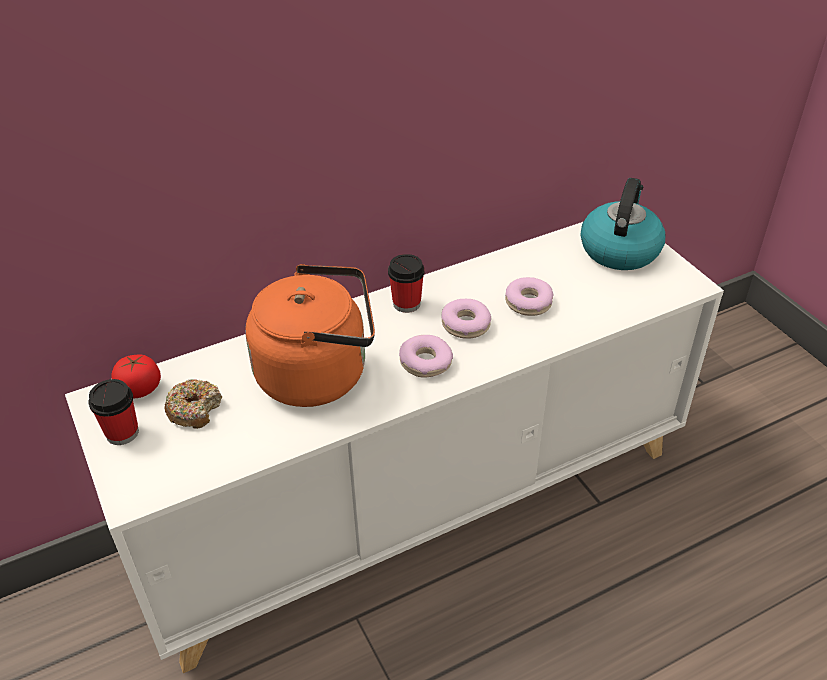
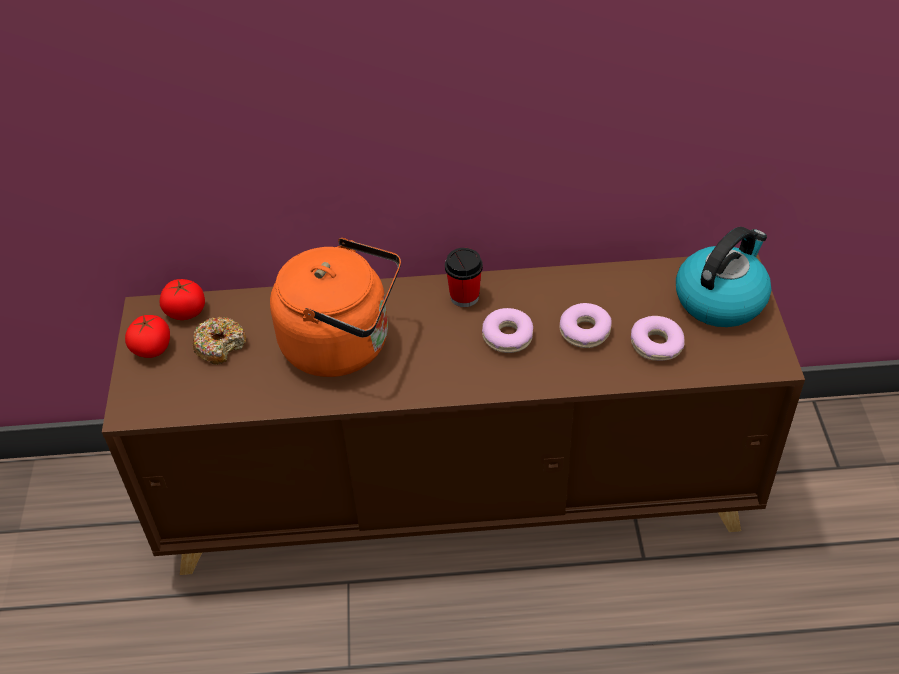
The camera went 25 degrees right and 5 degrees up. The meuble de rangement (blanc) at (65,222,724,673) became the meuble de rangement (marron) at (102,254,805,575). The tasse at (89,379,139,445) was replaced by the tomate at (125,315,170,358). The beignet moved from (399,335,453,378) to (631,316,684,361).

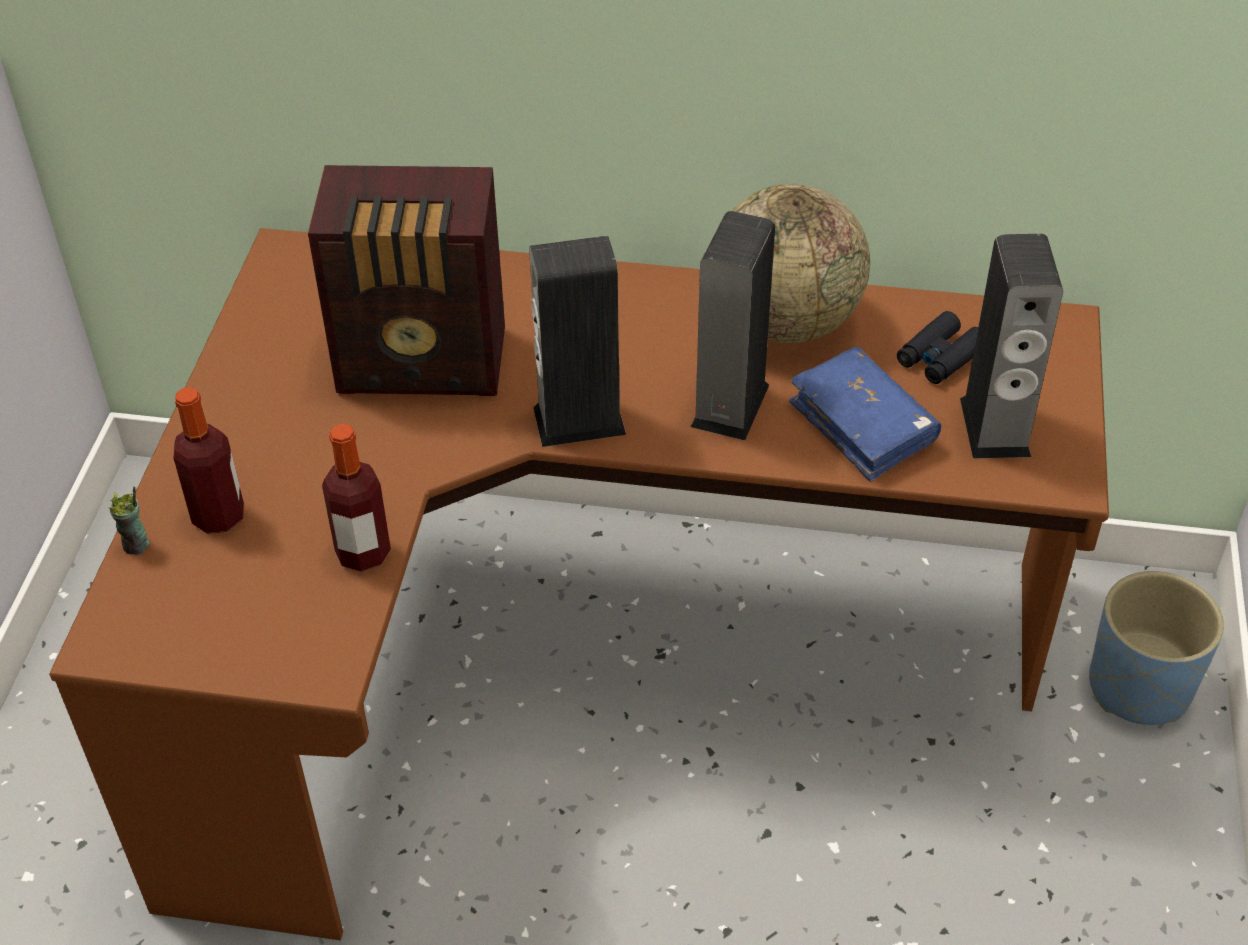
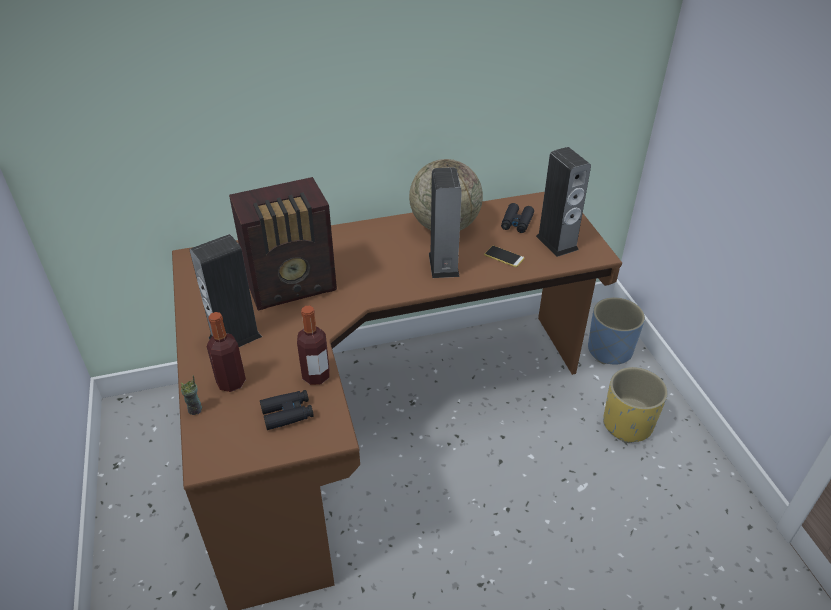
The camera went 25 degrees left and 5 degrees down. The enceinte moved from (529,236,626,447) to (189,234,262,347). The jumelles (noir) at (260,390,314,430) appeared. The livre (bleu) at (789,347,941,481) was replaced by the téléphone at (484,246,525,267). The cache-pot (jaune) at (603,367,668,443) appeared.

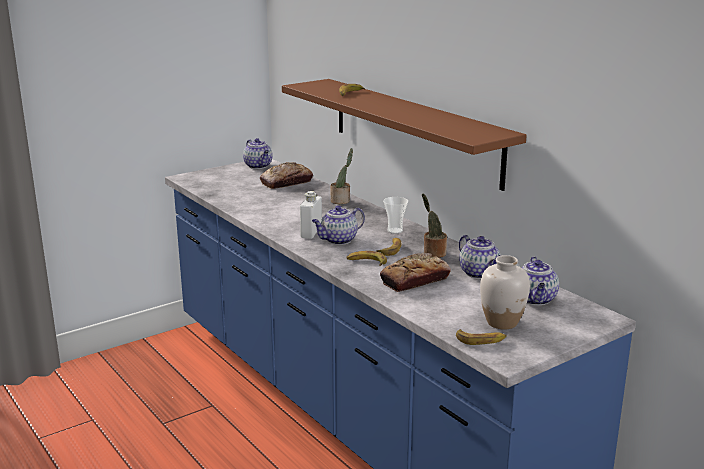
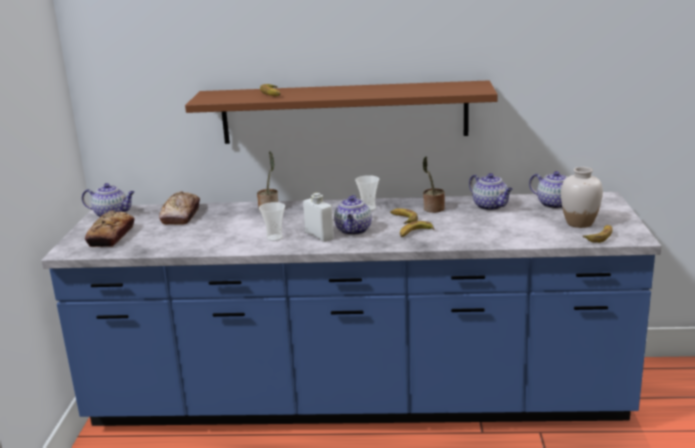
The camera went 50 degrees left and 0 degrees up. The pain moved from (380,253,451,292) to (85,210,135,247). The tasse at (259,202,285,241) appeared. The théière at (459,235,502,279) turned 45 degrees clockwise.

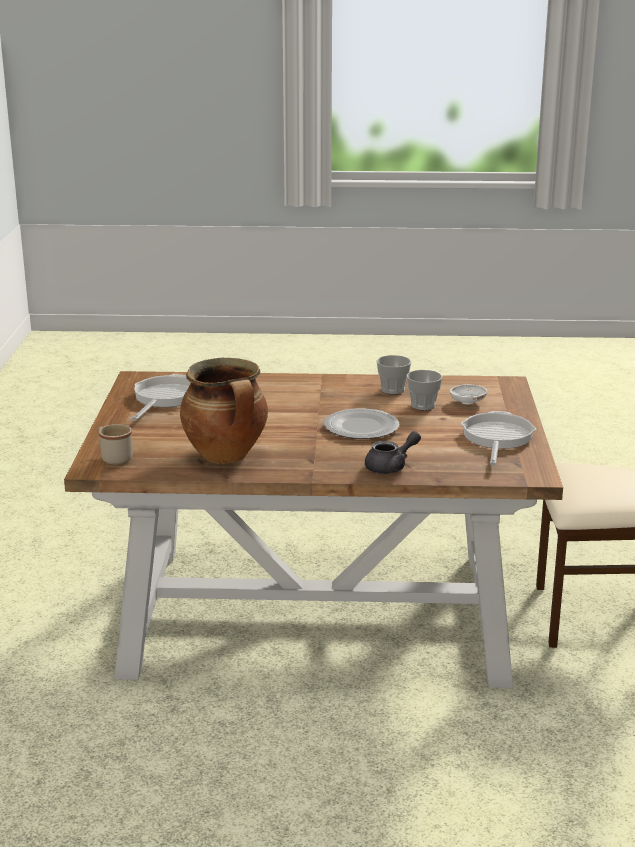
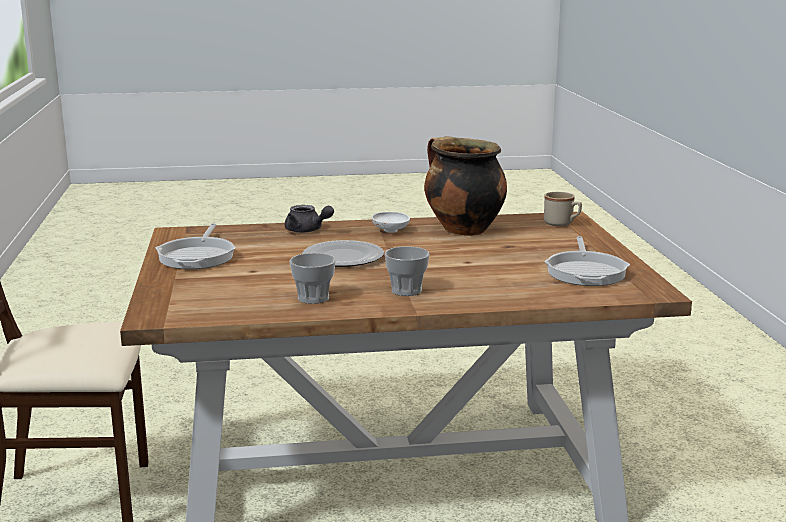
The camera went 170 degrees right and 5 degrees down. The théière (gris) at (365,431,421,474) turned 105 degrees counterclockwise. The bol (blanc) moved from (450,384,487,405) to (371,212,410,233). The tasse moved from (406,370,442,410) to (385,246,430,296).

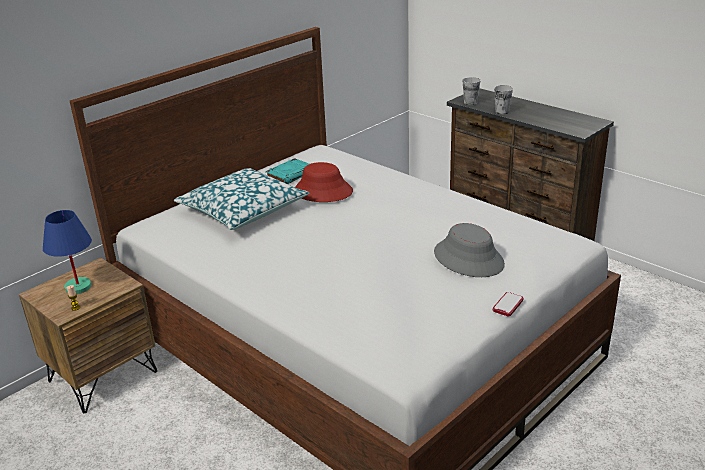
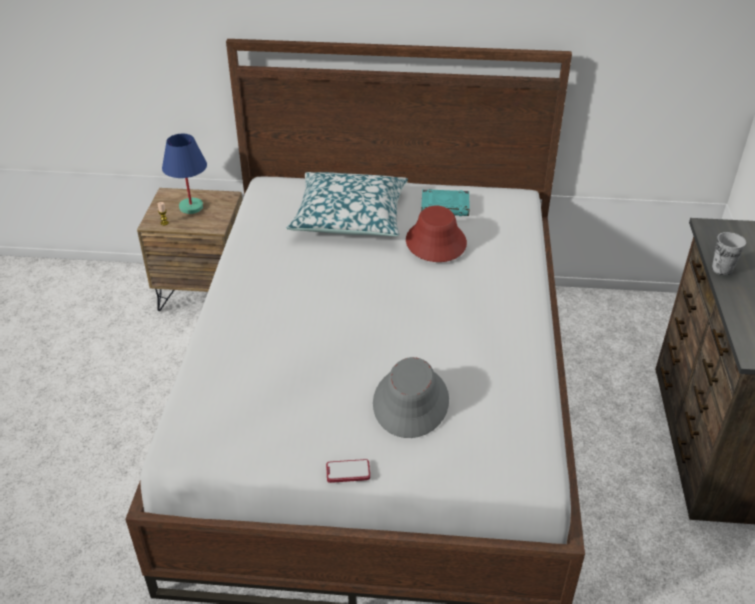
The camera went 50 degrees right and 10 degrees up. The tasse at (463,77,480,106) disappeared.

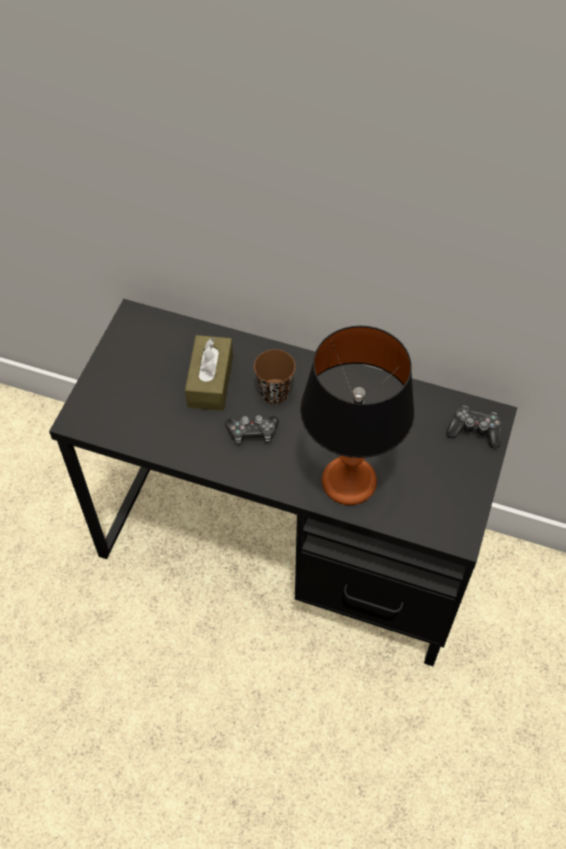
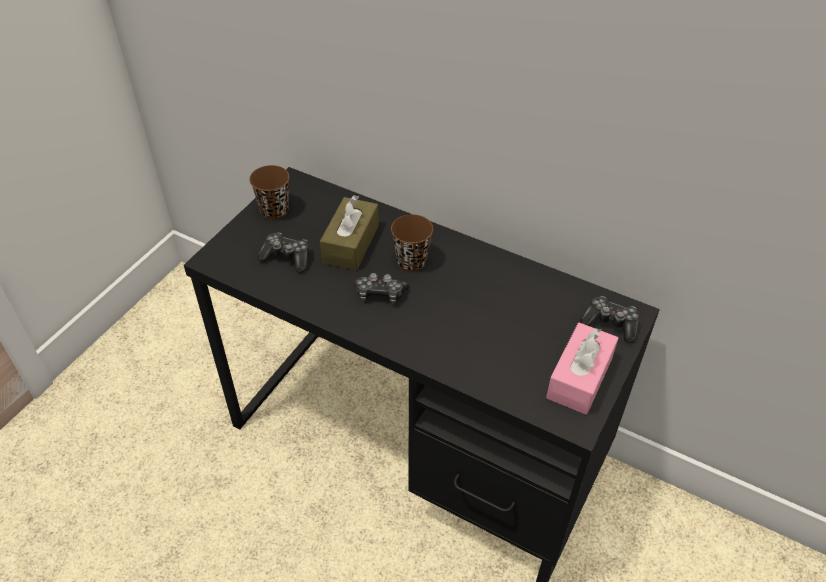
The camera went 10 degrees right and 10 degrees down. The tasse (marron) at (249,165,289,220) appeared. The manette at (257,233,309,273) appeared. The boîte à mouchoirs (rose) at (546,323,618,415) appeared. The lampe de table at (300,326,415,505) disappeared.

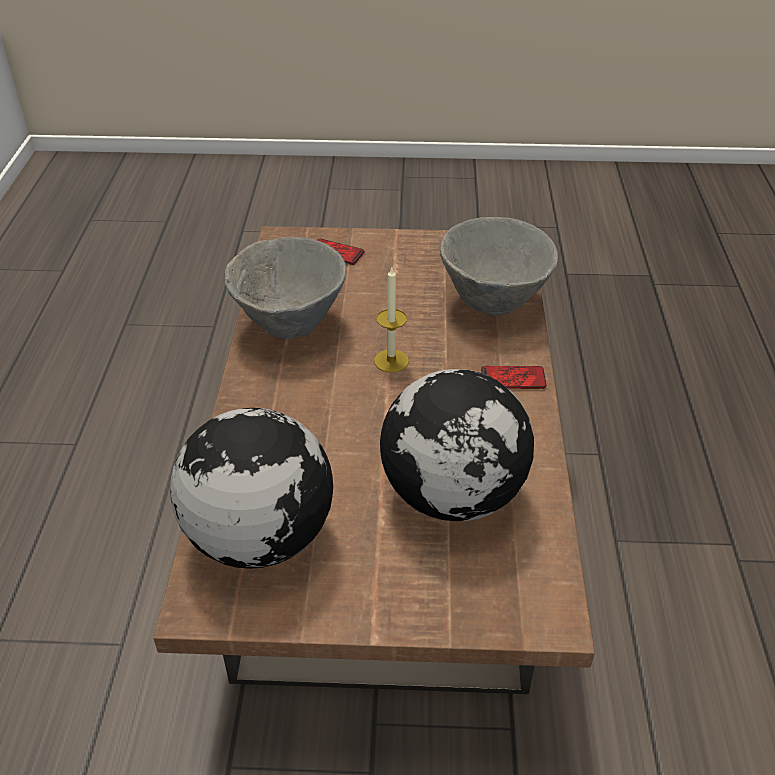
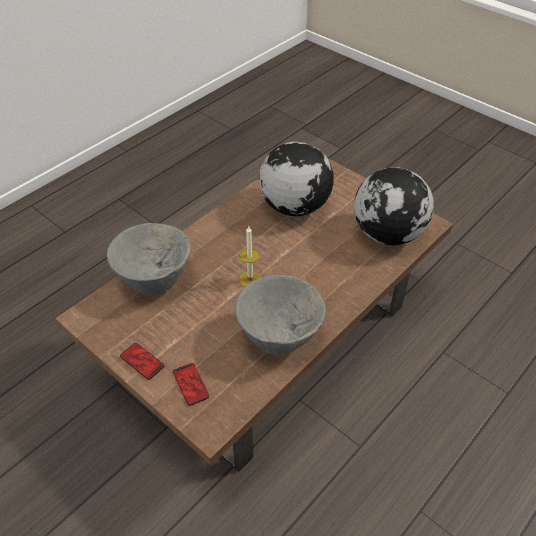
The camera went 140 degrees left and 5 degrees up. The téléphone moved from (481,366,546,389) to (120,343,165,380).

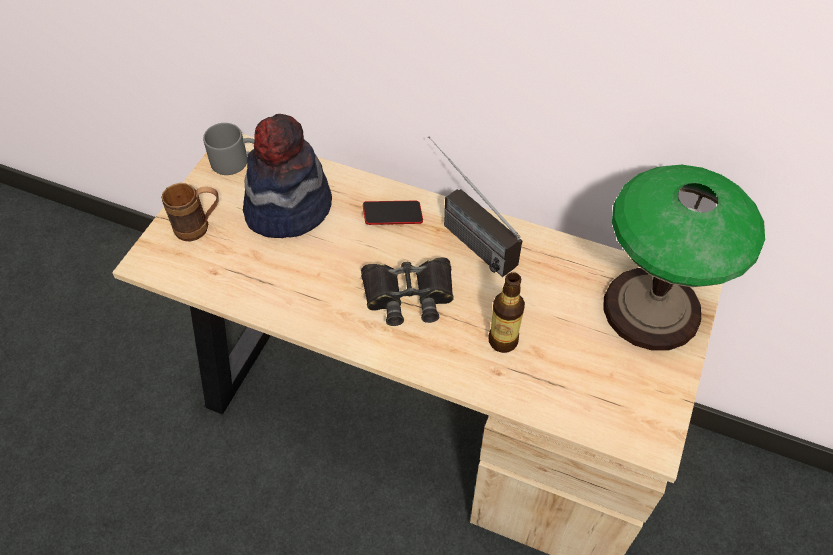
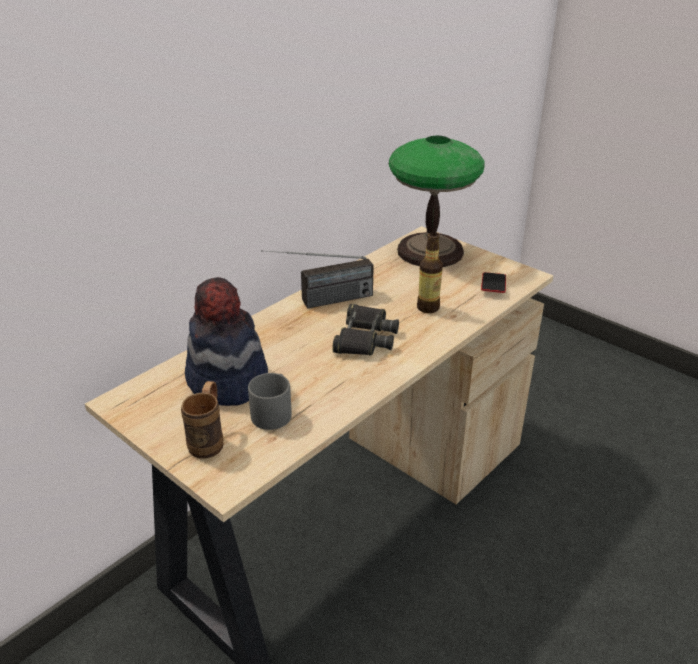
The camera went 70 degrees left and 20 degrees down. The mug (gris) moved from (203,123,254,175) to (248,373,292,430). The téléphone moved from (363,201,423,225) to (481,272,506,293).

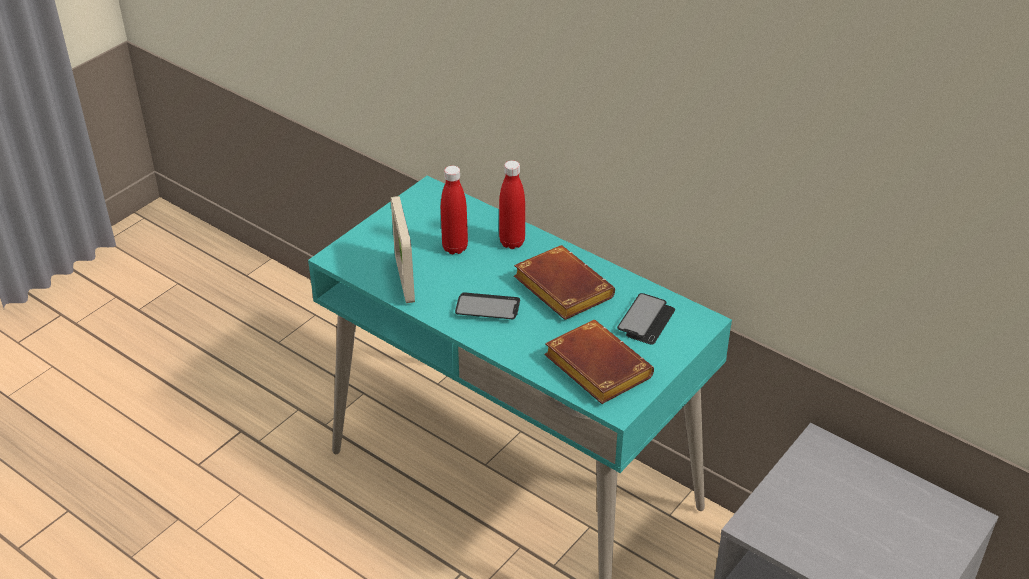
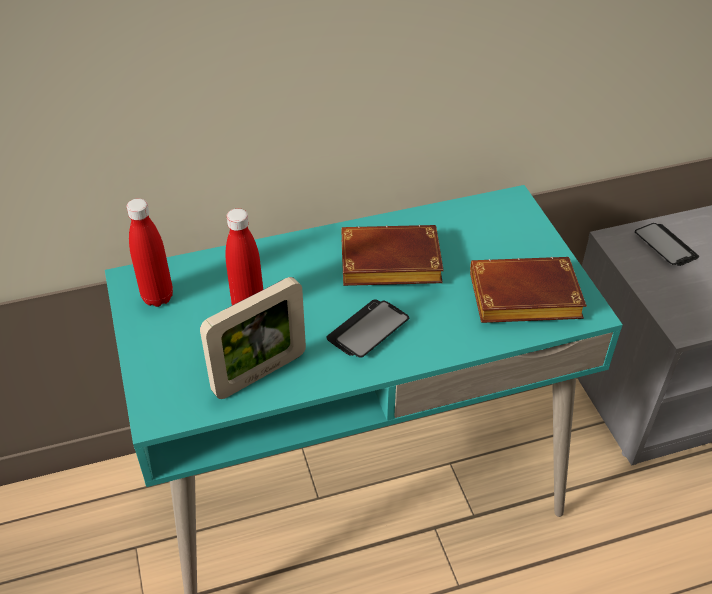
The camera went 55 degrees left and 5 degrees up. The bouteille (rouge) moved from (499,160,525,249) to (126,198,173,307). The cadre photo at (391,196,415,303) turned 60 degrees counterclockwise. The téléphone moved from (617,293,675,345) to (635,223,699,266).

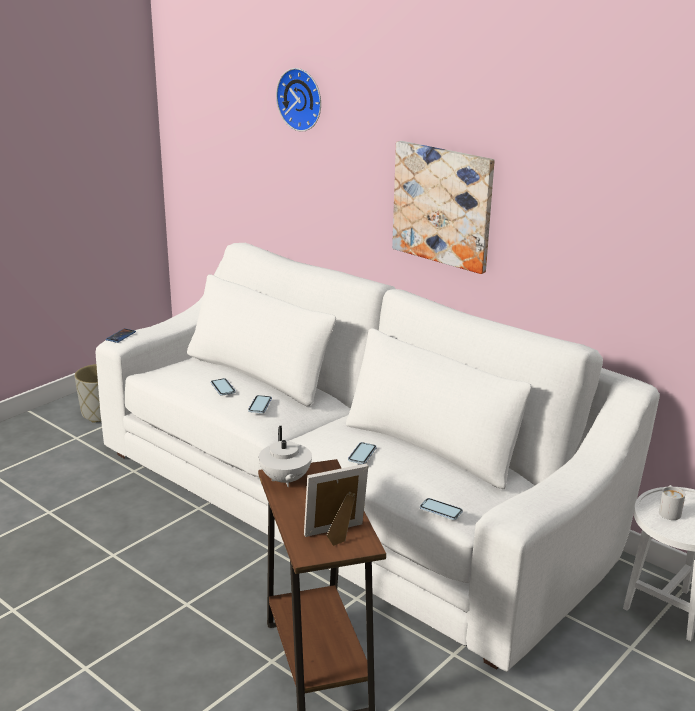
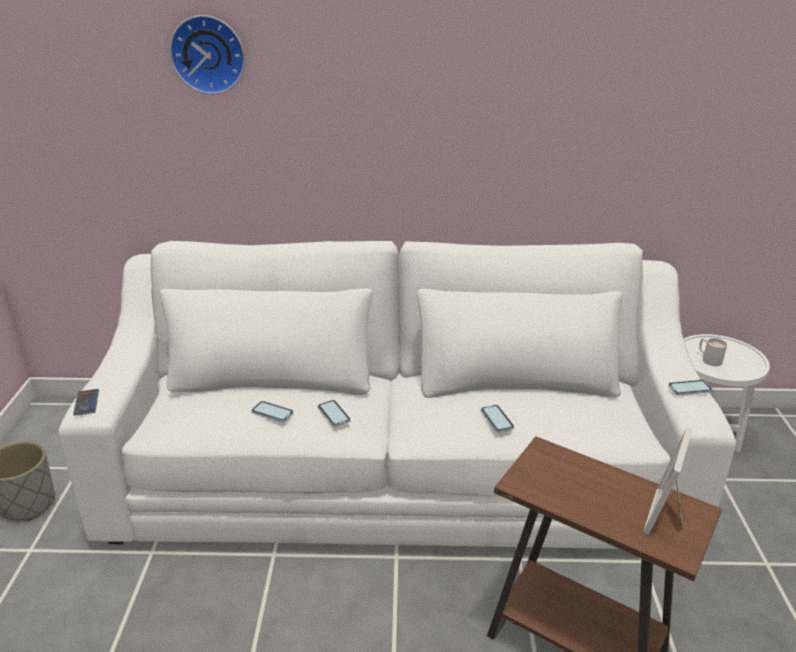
The camera went 40 degrees left and 5 degrees up. The téléphone moved from (420,498,463,520) to (668,380,712,395). The théière (blanc) at (259,426,312,487) disappeared. The tableau at (392,141,495,274) disappeared.

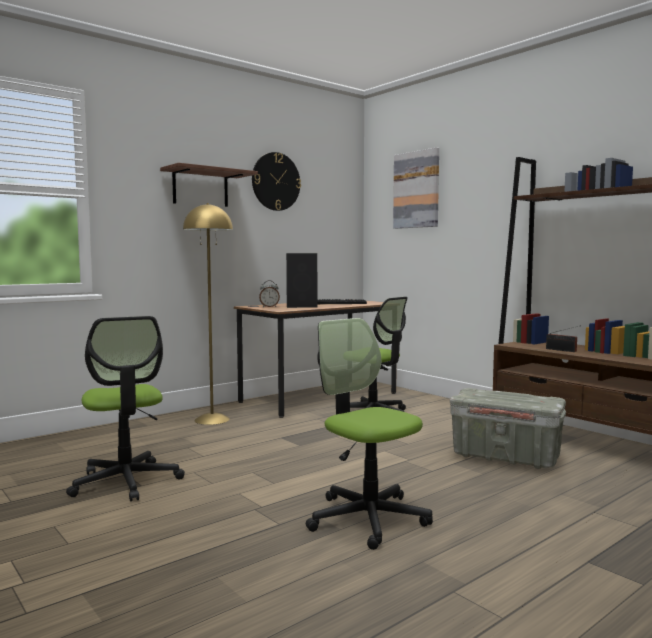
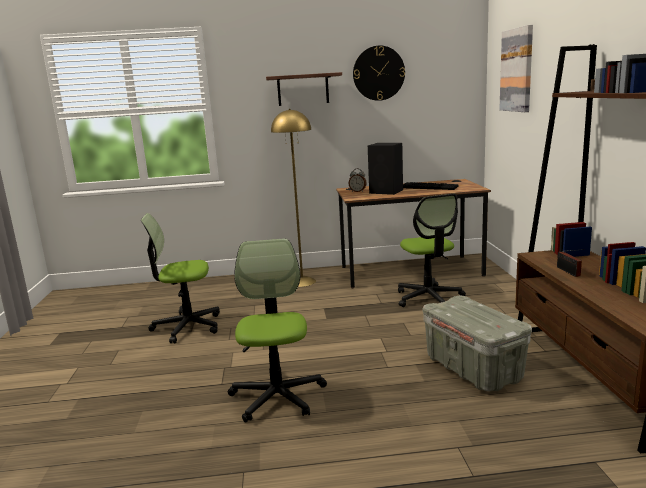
The camera went 35 degrees right and 10 degrees up. The chaise de bureau at (66,316,185,502) turned 75 degrees clockwise.

